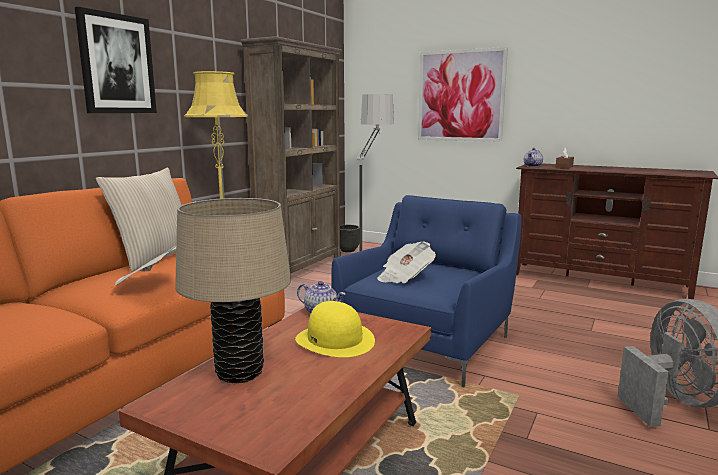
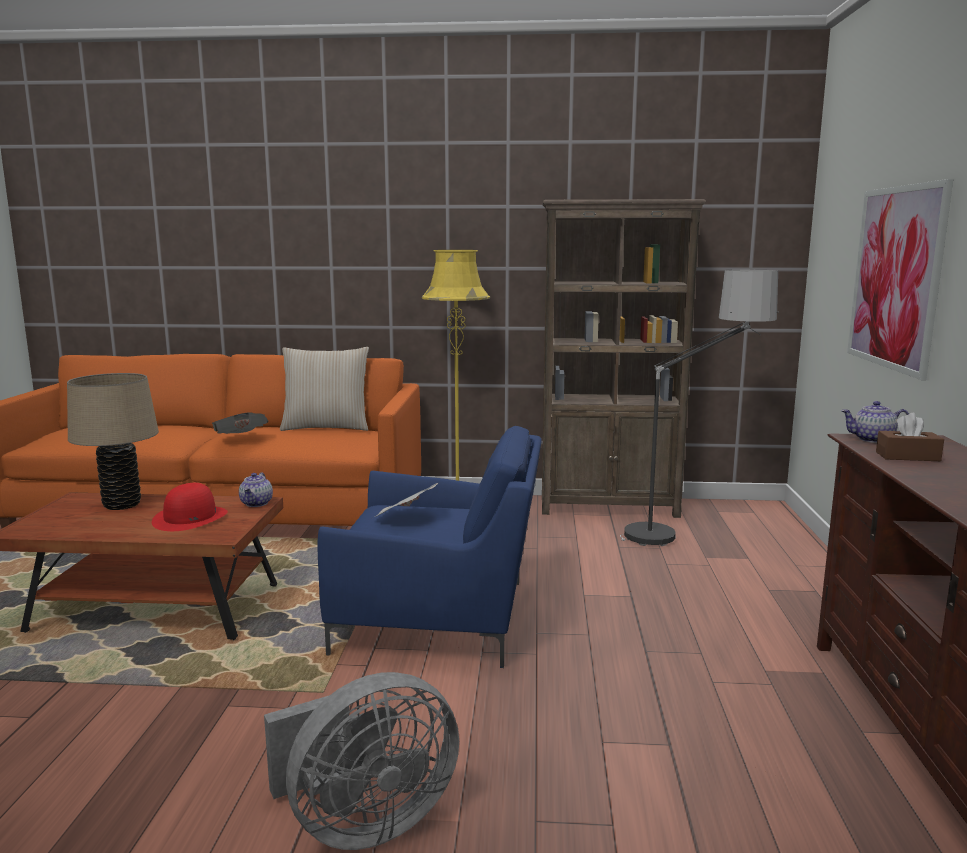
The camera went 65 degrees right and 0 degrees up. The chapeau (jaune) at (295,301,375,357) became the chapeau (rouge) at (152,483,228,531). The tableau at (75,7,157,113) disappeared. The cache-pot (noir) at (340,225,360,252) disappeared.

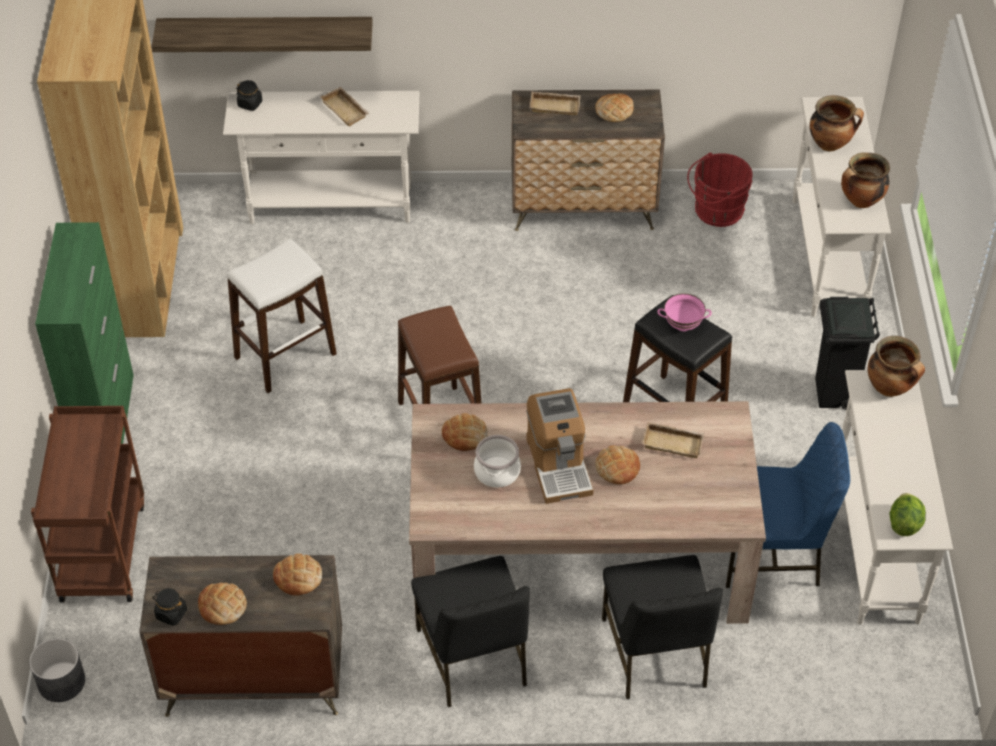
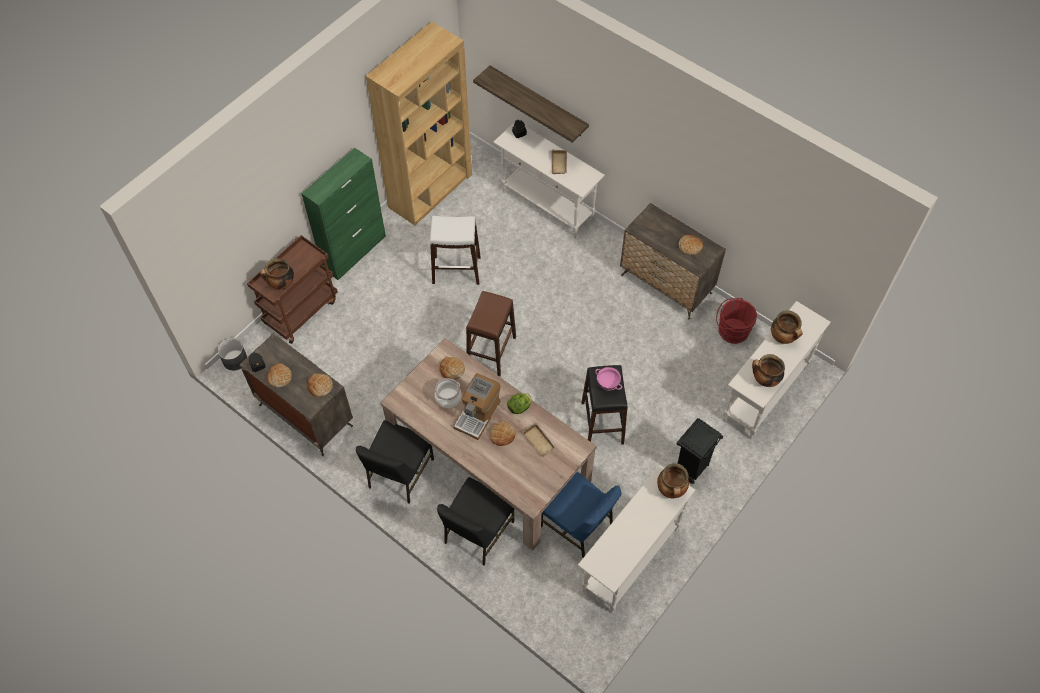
The camera went 40 degrees right and 10 degrees up. The marmite at (260,258,294,289) appeared. The laitue moved from (889,493,926,536) to (507,393,531,414). The plateau (beige) at (530,92,581,115) disappeared.

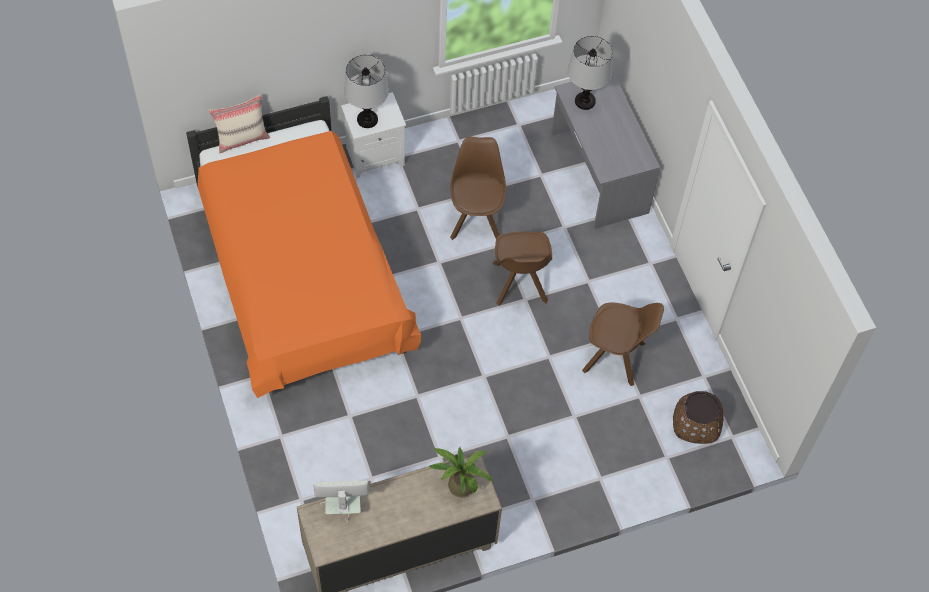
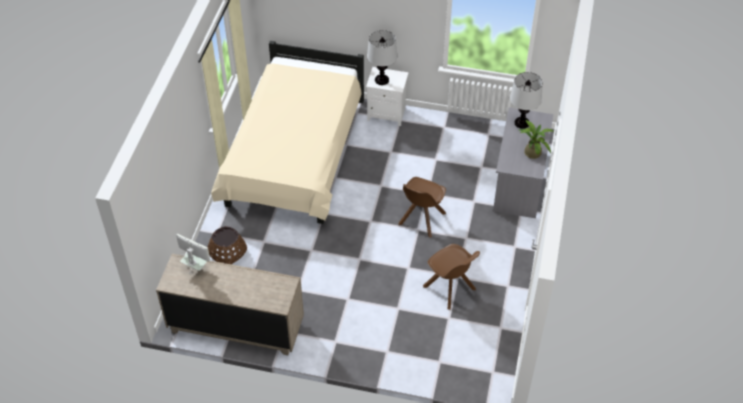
The camera went 35 degrees right and 10 degrees down. The cache-pot (marron) moved from (673,391,723,444) to (207,226,247,264). The lit (orange) at (186,96,421,398) became the lit (beige) at (211,41,364,224). The plante en pot moved from (429,447,494,498) to (518,120,555,159). The coussin (beige) at (209,94,270,153) disappeared. The chaise (marron) at (450,137,506,240) disappeared.

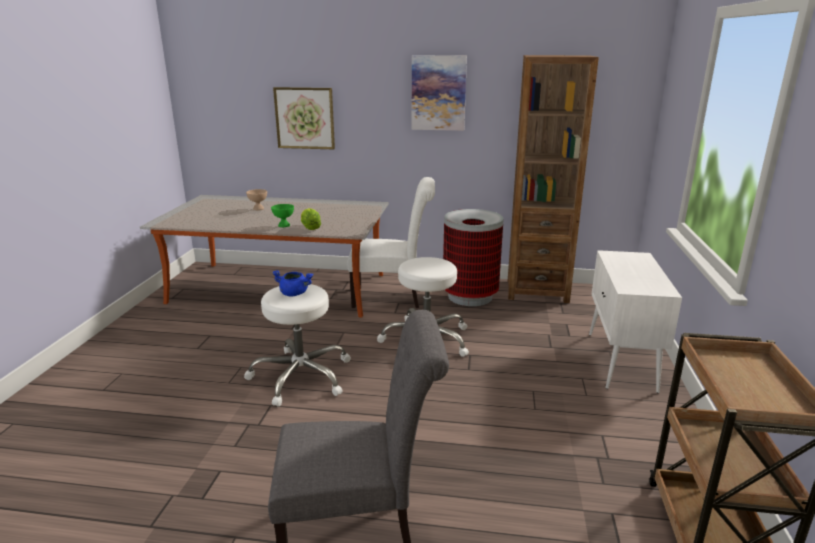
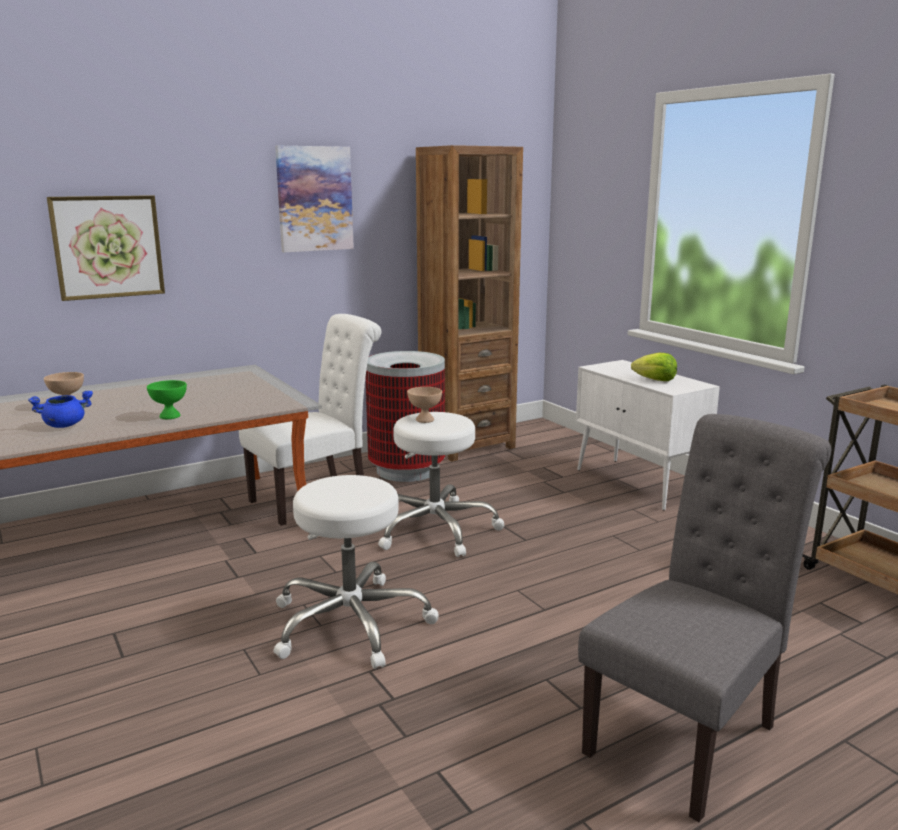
The camera went 40 degrees left and 5 degrees down. The marmite (bleu) moved from (272,270,313,296) to (28,391,93,428). The bol (beige) at (407,387,442,423) appeared. The laitue moved from (301,208,321,230) to (631,353,677,381).

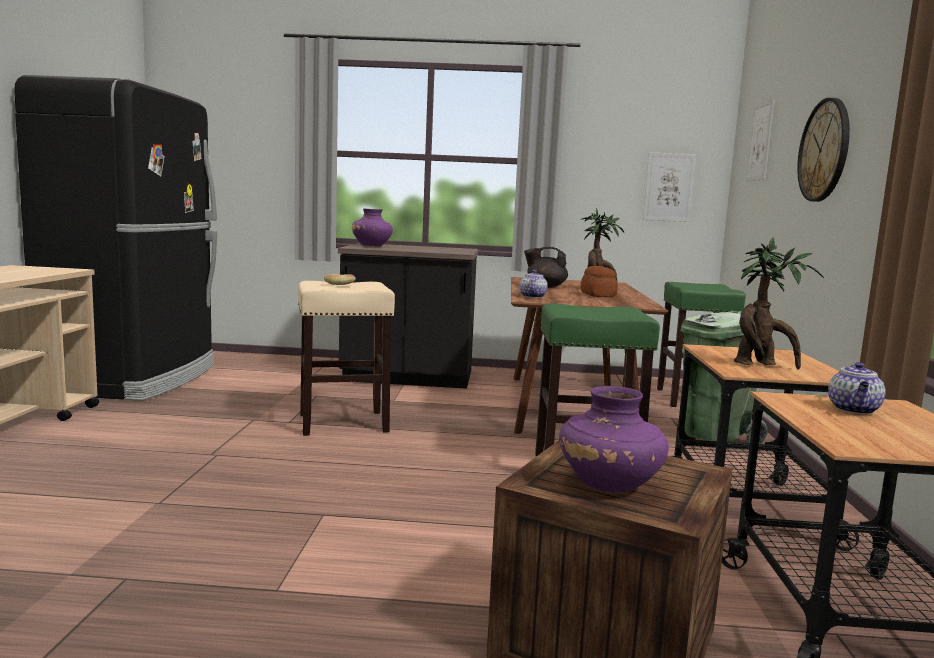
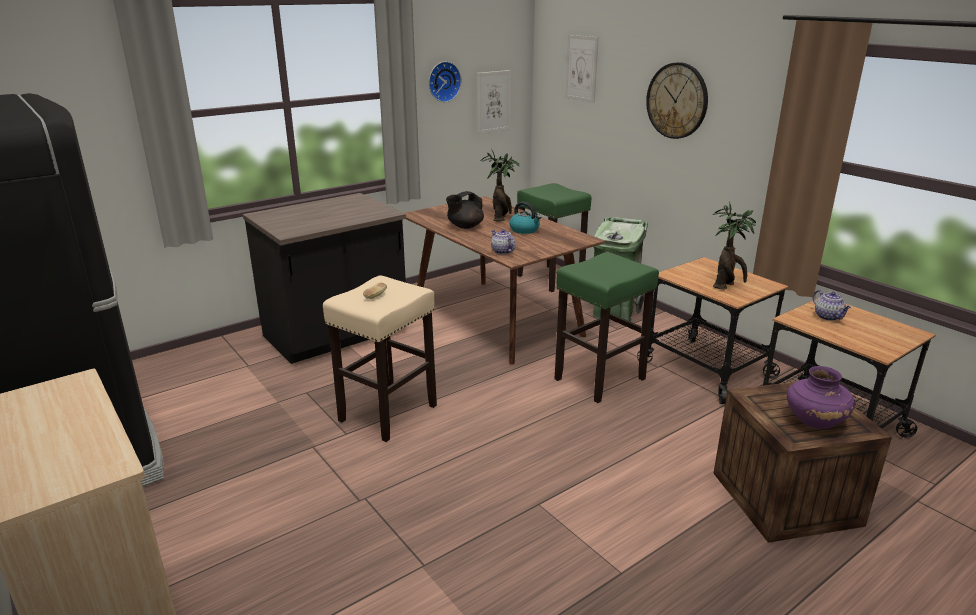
The camera went 40 degrees left and 15 degrees up. The horloge murale at (429,61,461,102) appeared. The pain at (581,266,618,297) was replaced by the bouilloire at (510,202,541,234). The vase (violet) at (352,208,393,247) disappeared.

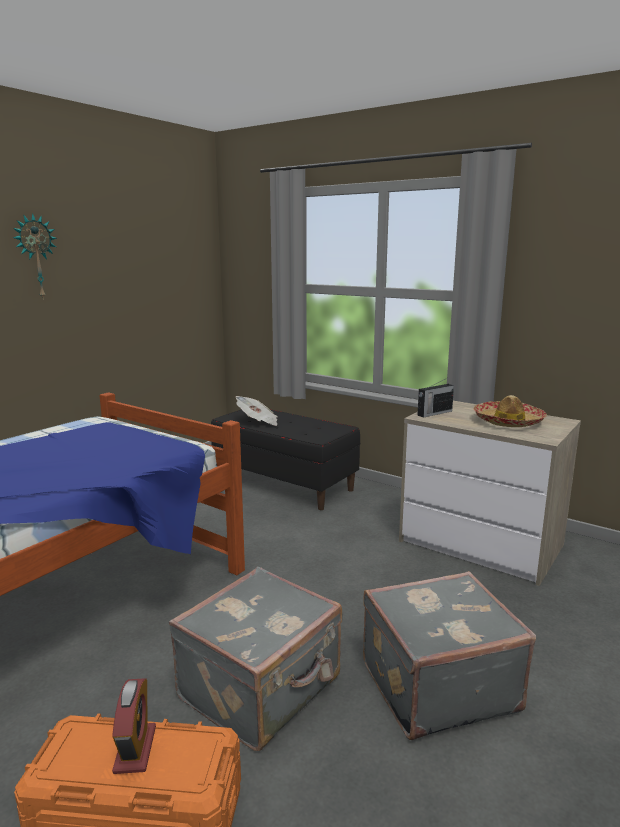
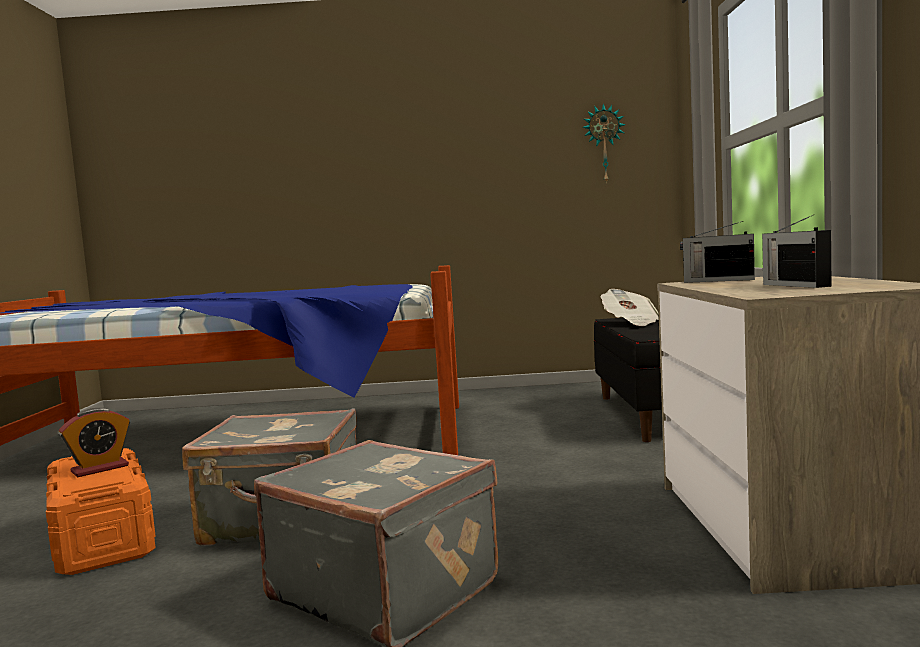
The camera went 55 degrees right and 10 degrees down. The horloge murale moved from (13,213,57,300) to (582,103,626,184). The chapeau at (474,395,547,427) was replaced by the radio at (762,214,832,288).

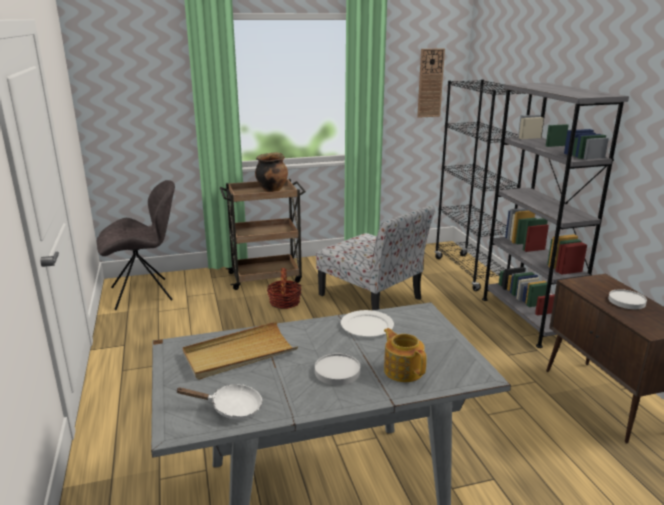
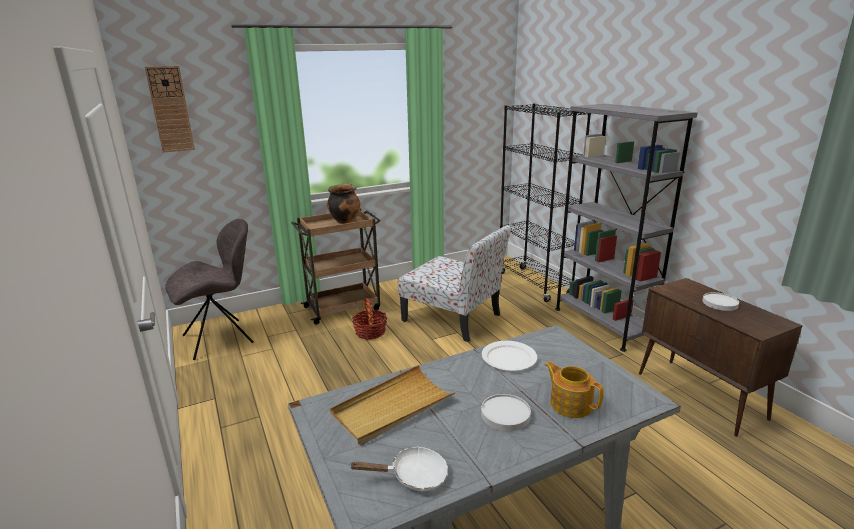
The camera went 10 degrees left and 0 degrees up. The horloge murale moved from (417,48,445,118) to (145,66,195,153).

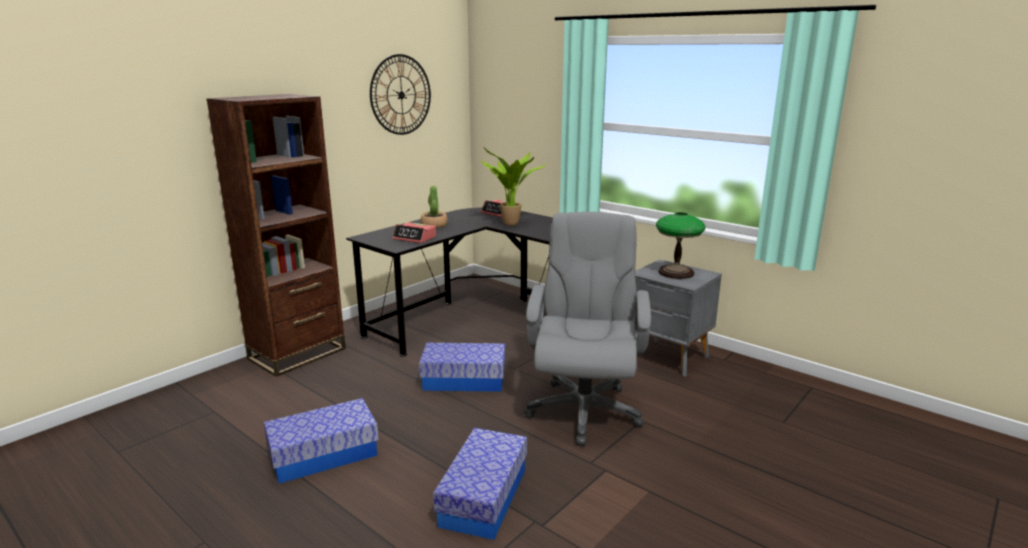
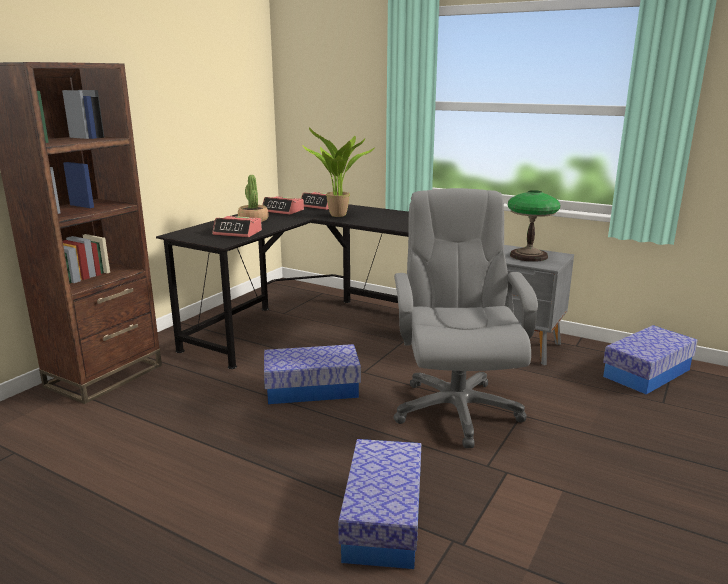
The camera went 10 degrees left and 0 degrees up. The réveil at (262,196,304,215) appeared. The boîte de rangement moved from (264,398,379,484) to (603,325,698,394). The horloge murale at (370,54,431,135) disappeared.

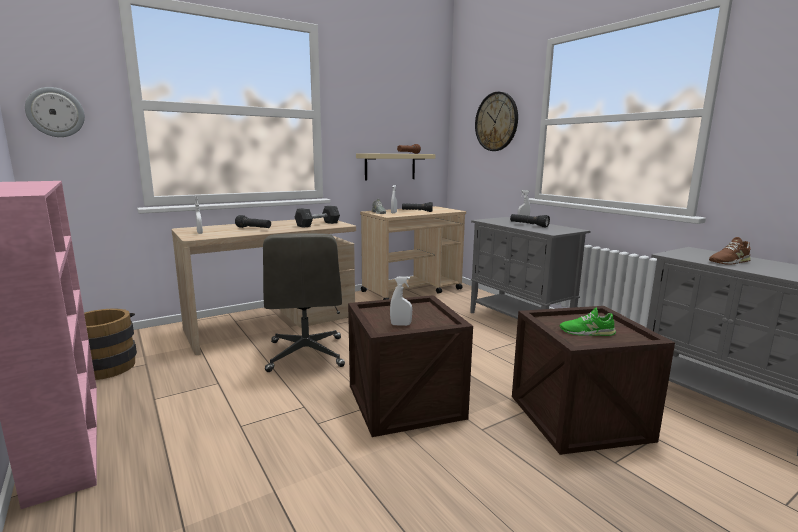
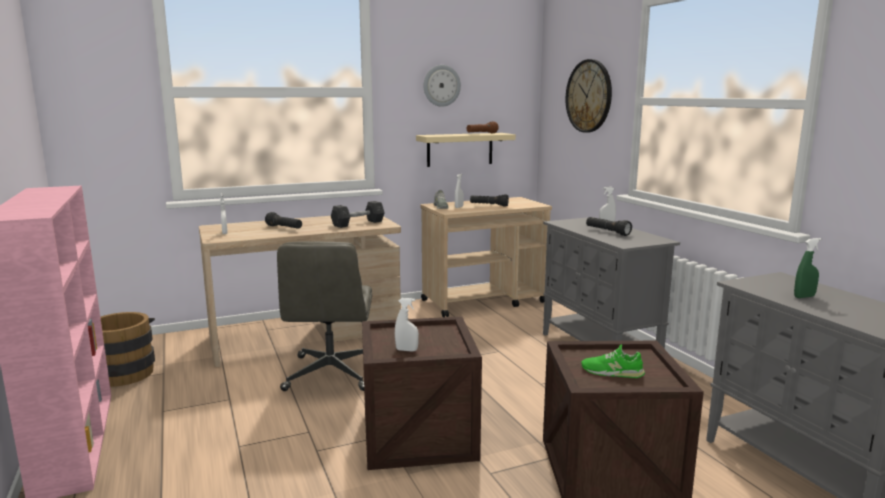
The camera went 10 degrees right and 0 degrees up. The horloge murale moved from (25,87,85,137) to (423,65,461,107). The chaussure (marron) at (709,237,751,264) was replaced by the vaporisateur (vert) at (794,238,821,298).

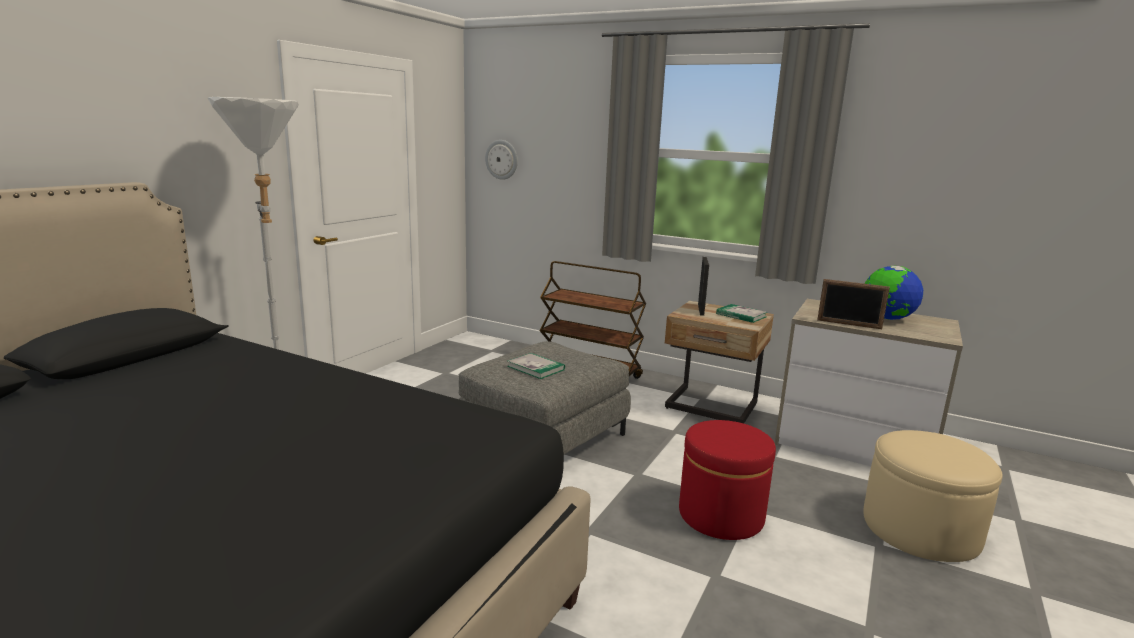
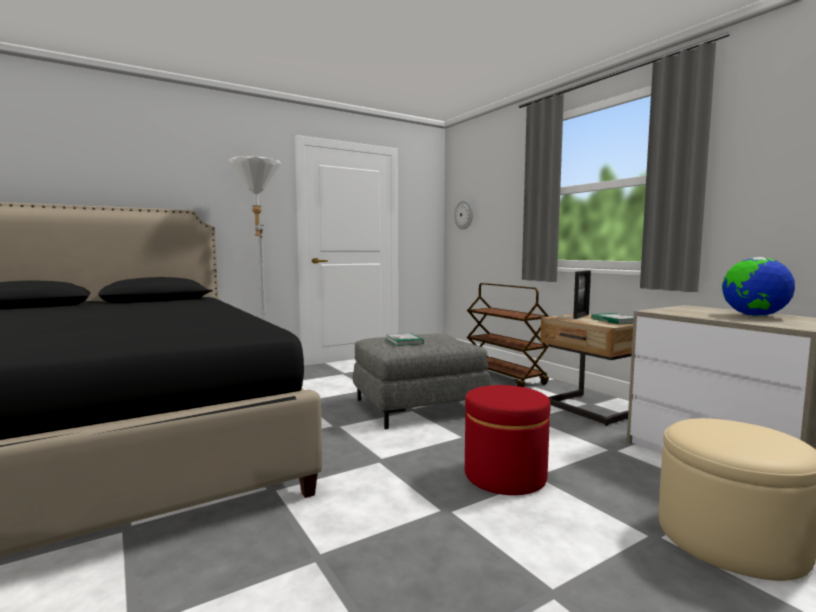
The camera went 30 degrees right and 10 degrees down. The cadre photo at (817,279,890,329) disappeared.

